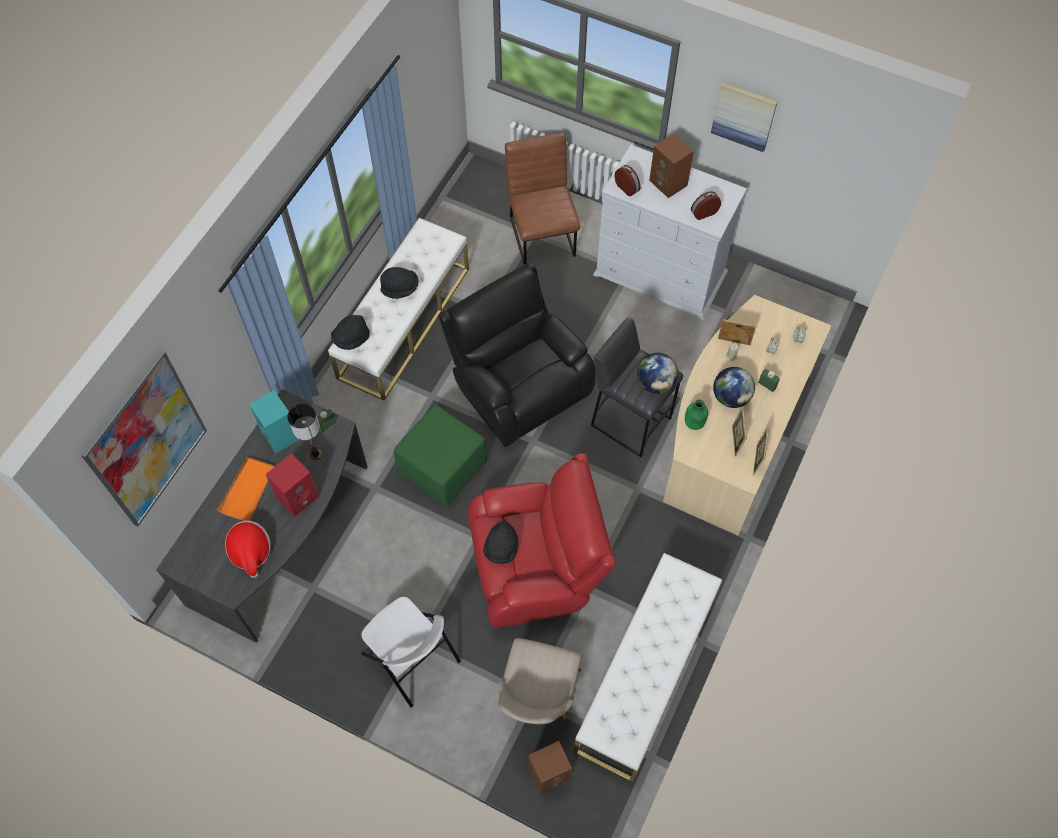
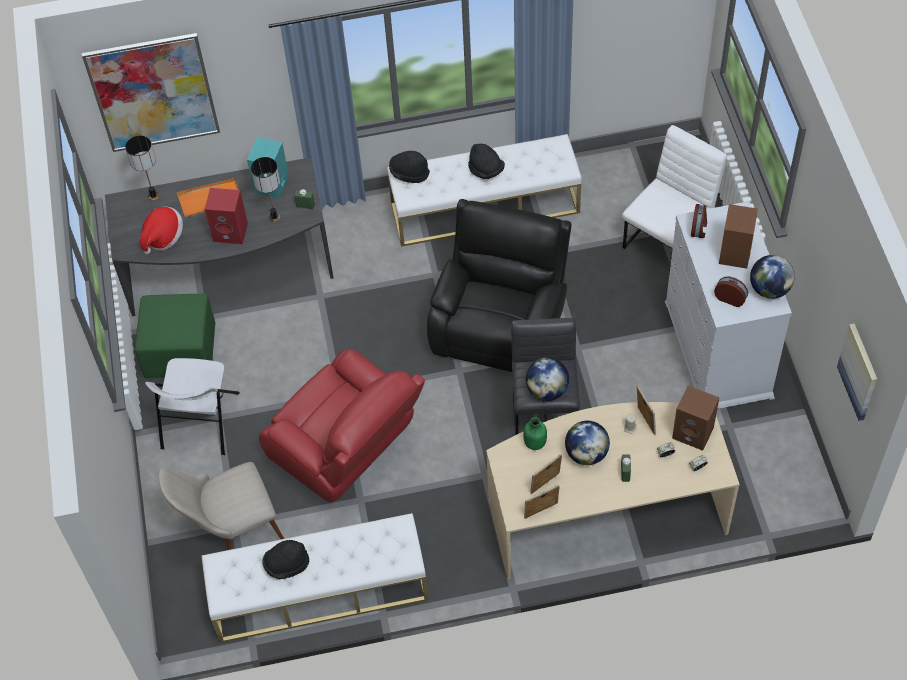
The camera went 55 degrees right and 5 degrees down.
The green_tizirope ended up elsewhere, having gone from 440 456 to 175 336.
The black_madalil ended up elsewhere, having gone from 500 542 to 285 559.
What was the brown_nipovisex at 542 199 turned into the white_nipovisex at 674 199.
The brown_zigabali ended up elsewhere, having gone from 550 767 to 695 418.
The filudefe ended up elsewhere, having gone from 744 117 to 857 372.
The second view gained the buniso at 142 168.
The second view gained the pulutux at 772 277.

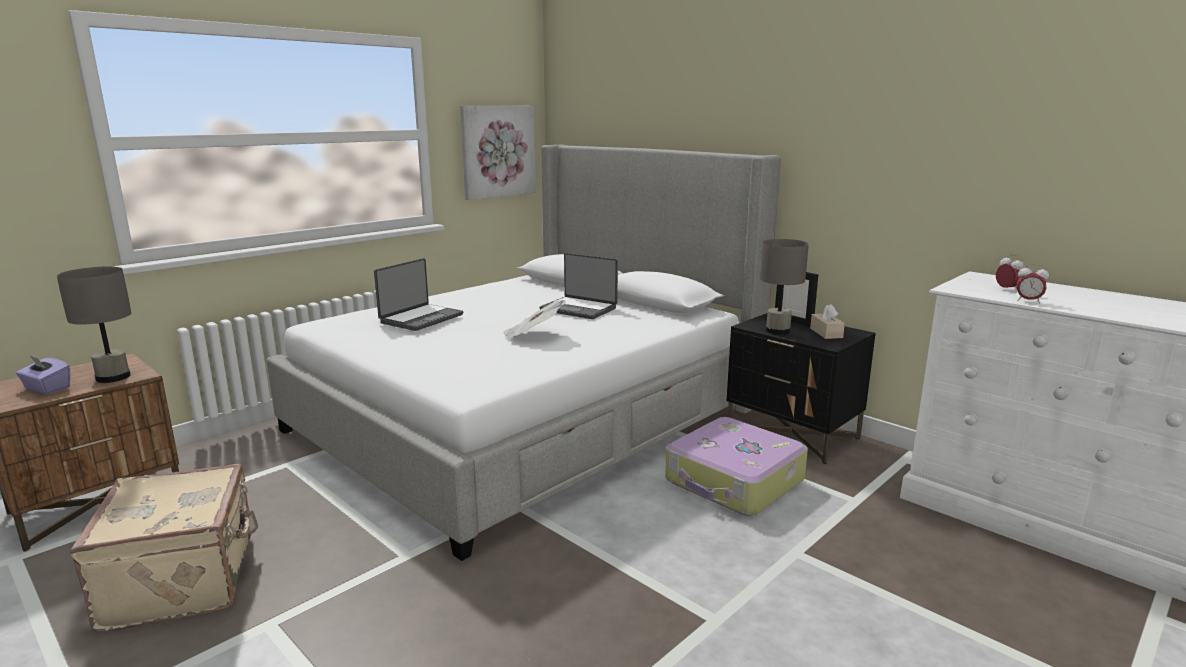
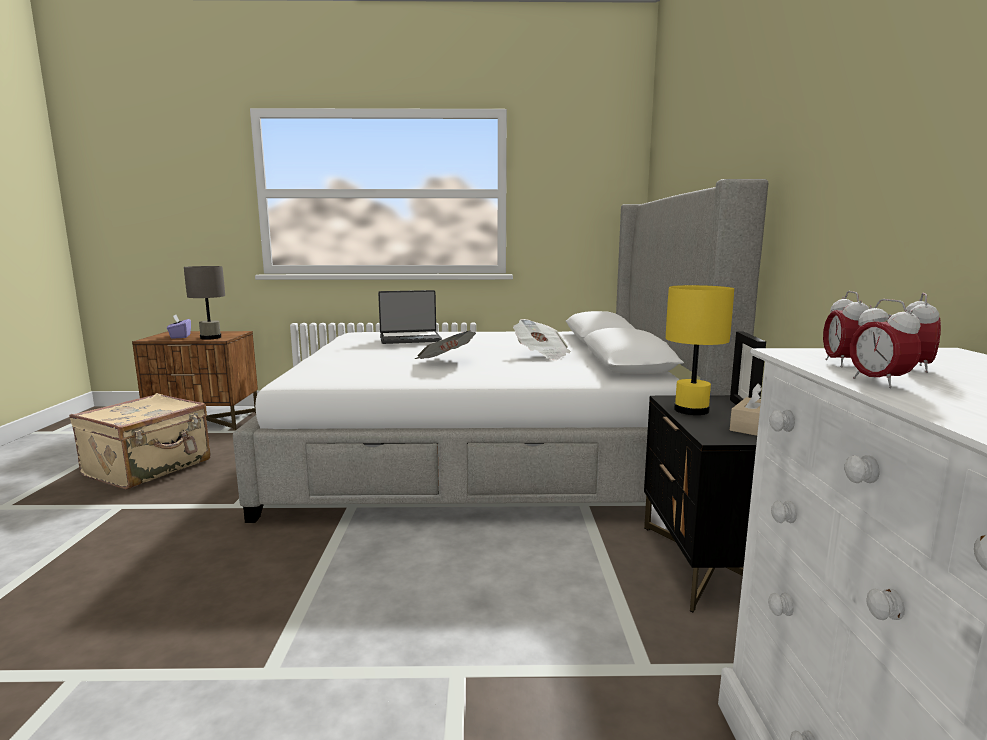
The camera went 45 degrees right and 5 degrees down.
The second view lost the filudefe at 498 153.
Where the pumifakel stood at 579 286, the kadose came to stand at 542 339.
The second view lost the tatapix at 736 466.
What was the grey_buniso at 784 287 turned into the yellow_buniso at 700 350.
The second view gained the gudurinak at 846 329.

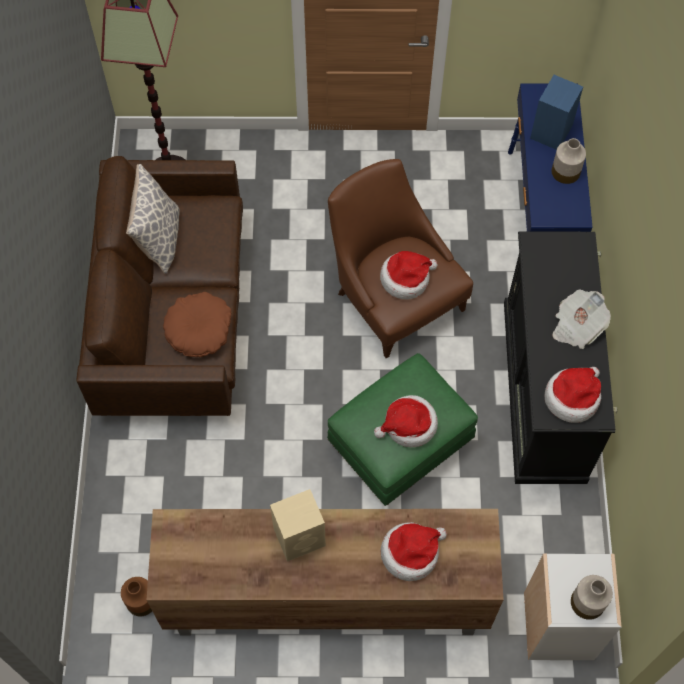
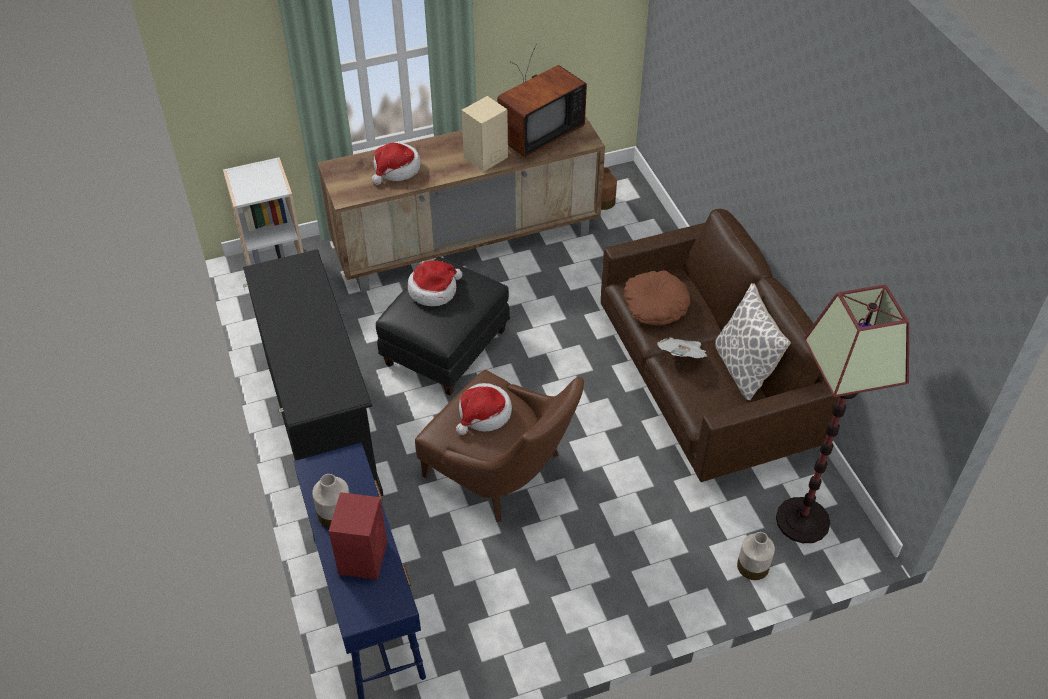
The camera went 160 degrees right and 15 degrees down.
What was the green_tizirope at 402 429 turned into the black_tizirope at 442 326.
What was the blue_zigabali at 556 112 turned into the red_zigabali at 358 536.
The second view lost the madalil at 573 395.
The kadose ended up elsewhere, having gone from 581 319 to 682 348.
The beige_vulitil ended up elsewhere, having gone from 592 597 to 756 556.
The second view gained the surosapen at 542 101.

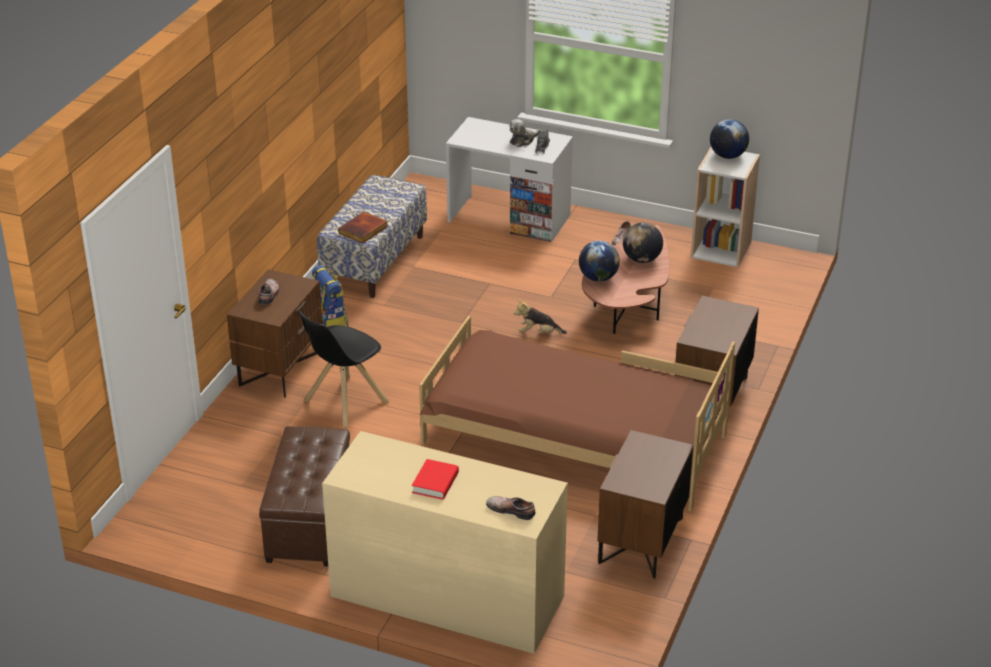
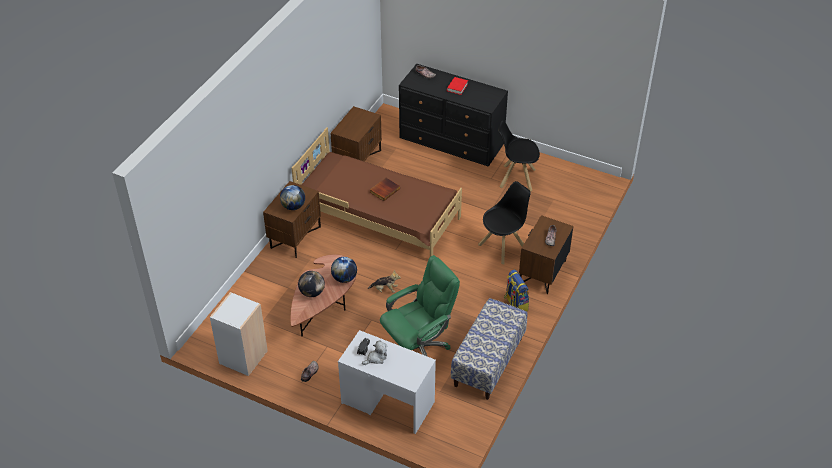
The camera went 175 degrees left and 10 degrees up.
Where the brown_tizirope stood at 304 496, the black_nipovisex came to stand at 519 156.
What was the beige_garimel at 445 542 turned into the black_garimel at 453 115.
The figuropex ended up elsewhere, having gone from 363 227 to 385 189.
The pulutux ended up elsewhere, having gone from 729 139 to 292 197.
The second view gained the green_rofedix at 420 306.

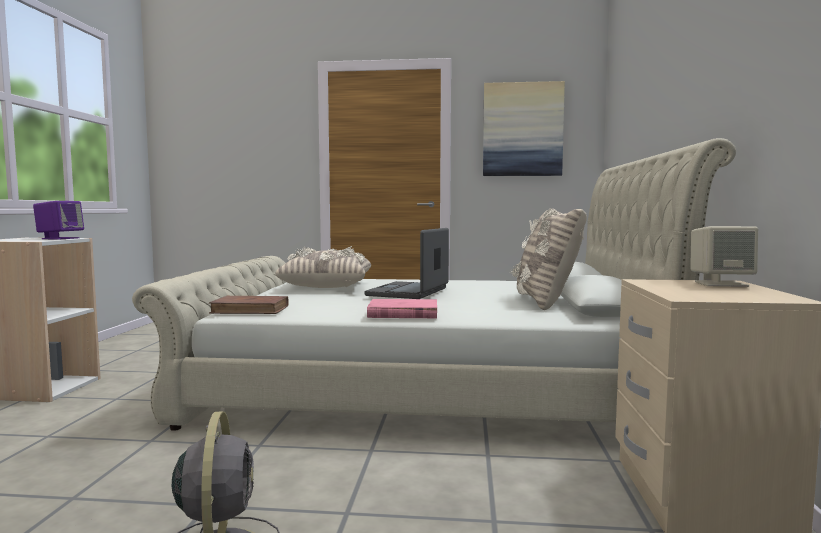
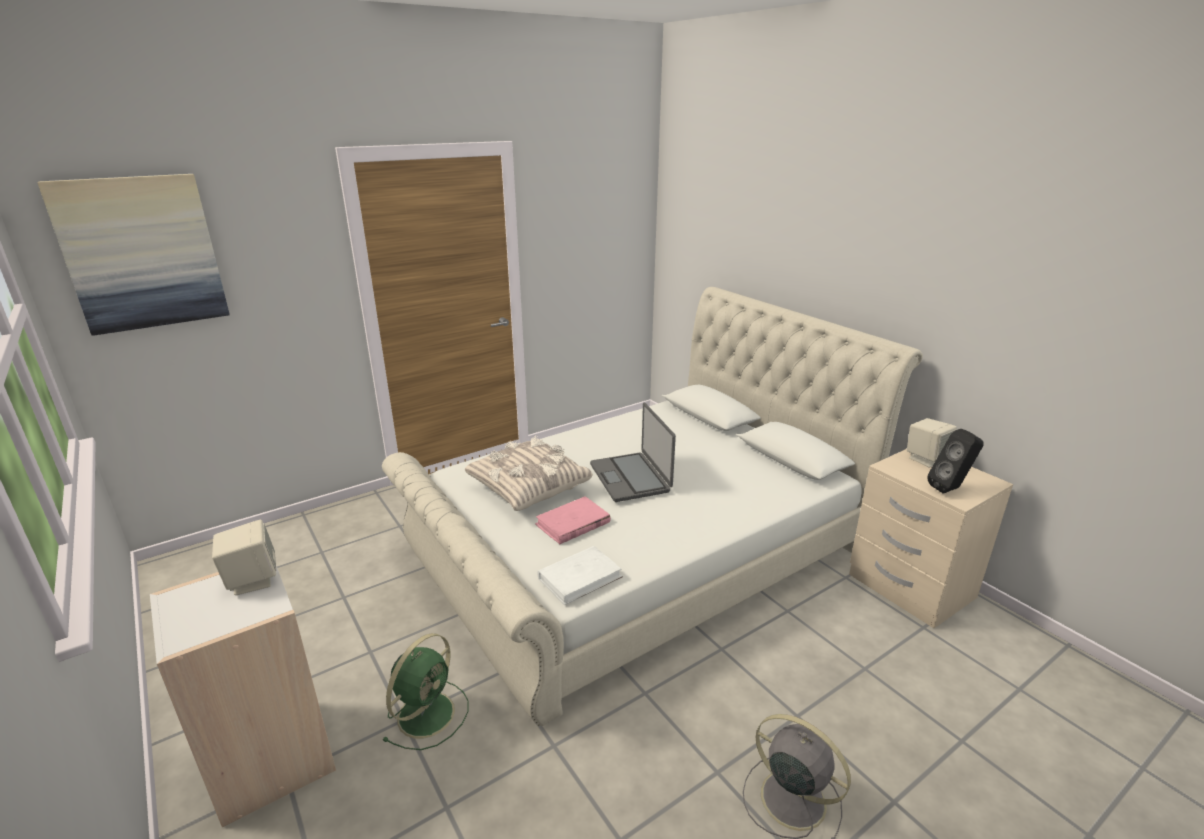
The camera went 40 degrees left and 20 degrees up.
What was the purple_zigabali at 58 220 turned into the beige_zigabali at 244 557.
What was the brown_figuropex at 248 305 turned into the white_figuropex at 580 575.
The pink_figuropex ended up elsewhere, having gone from 402 308 to 573 520.
The filudefe ended up elsewhere, having gone from 524 128 to 134 255.
The second view lost the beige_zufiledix at 548 259.
The second view gained the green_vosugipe at 425 691.
The second view gained the black_zigabali at 955 461.

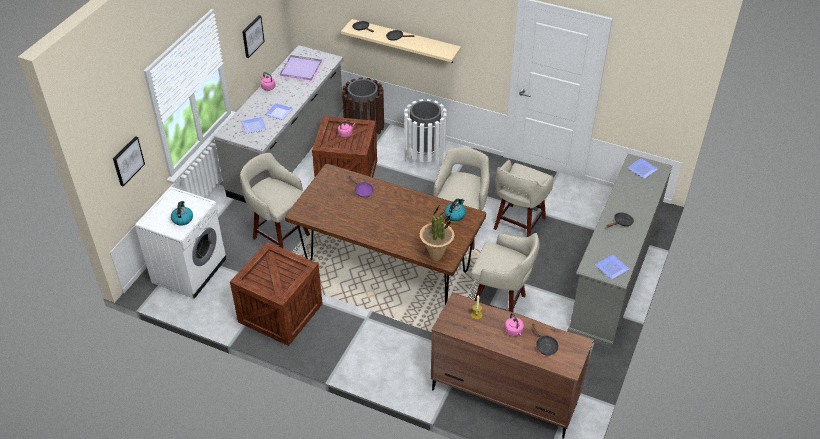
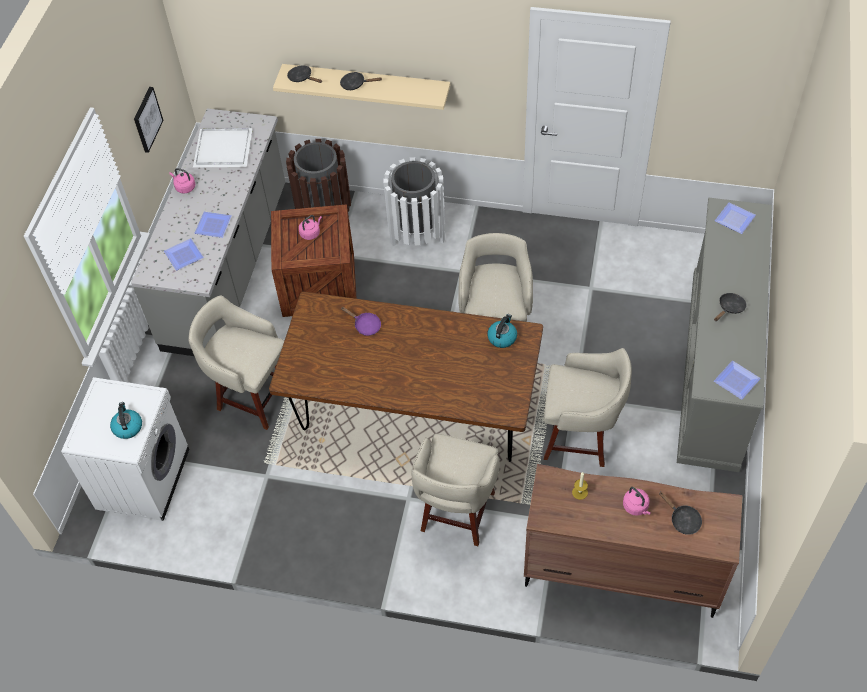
The camera went 10 degrees left and 10 degrees up.
The second view lost the filudefe at 129 161.
The second view lost the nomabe at 276 294.
What was the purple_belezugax at 300 68 turned into the white_belezugax at 223 148.
The second view lost the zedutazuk at 437 234.
The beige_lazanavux ended up elsewhere, having gone from 524 198 to 455 489.

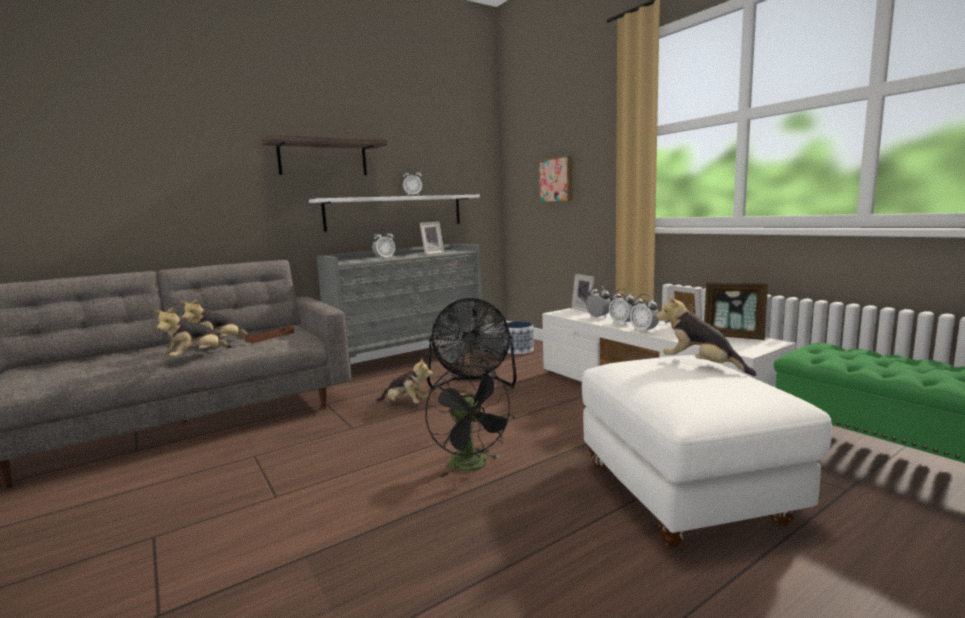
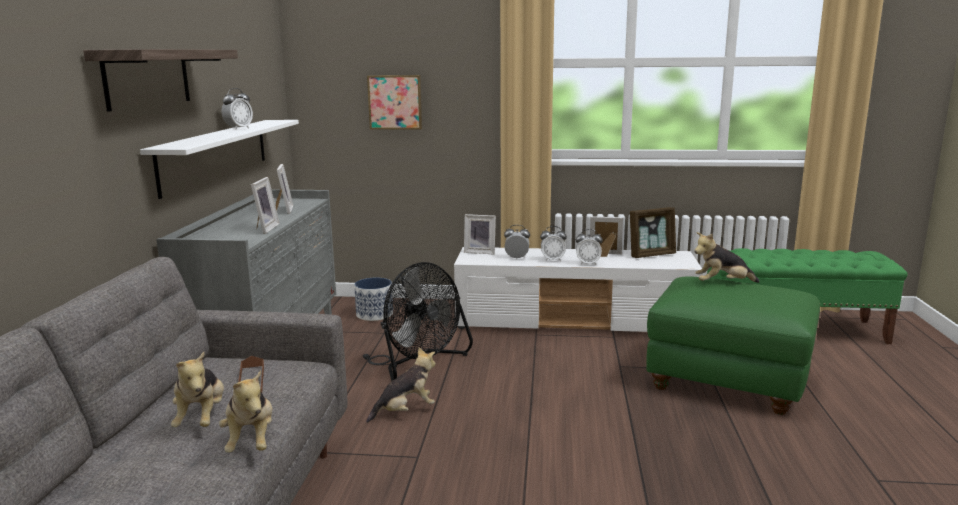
The camera went 50 degrees left and 5 degrees up.
Where the gudurinak stood at 383 244, the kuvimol came to stand at 265 205.
The second view lost the black_vosugipe at 470 420.
What was the white_tizirope at 707 451 turned into the green_tizirope at 733 345.

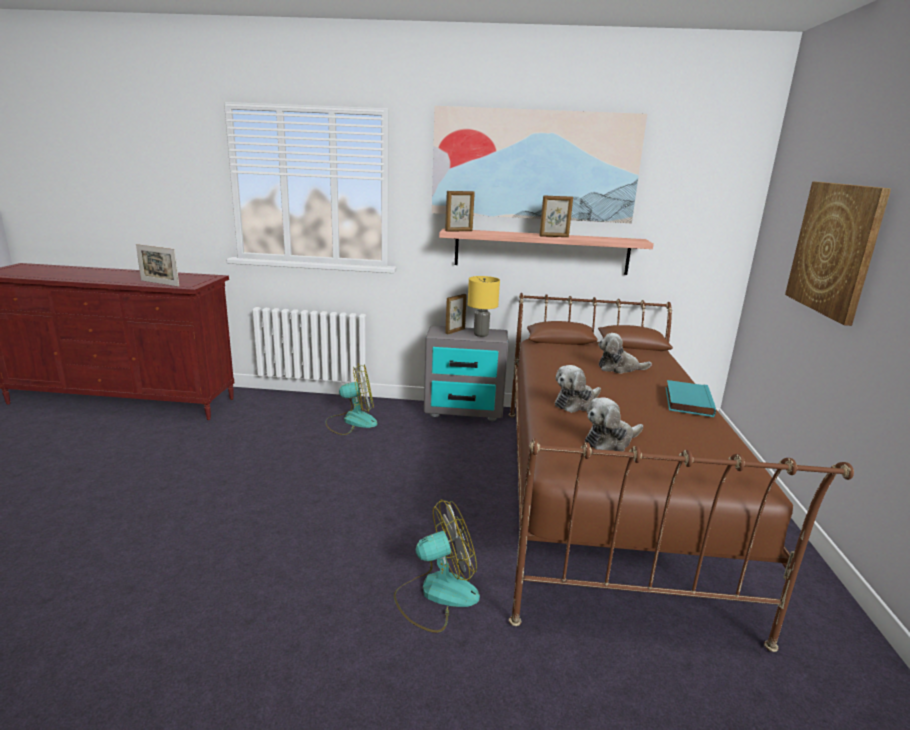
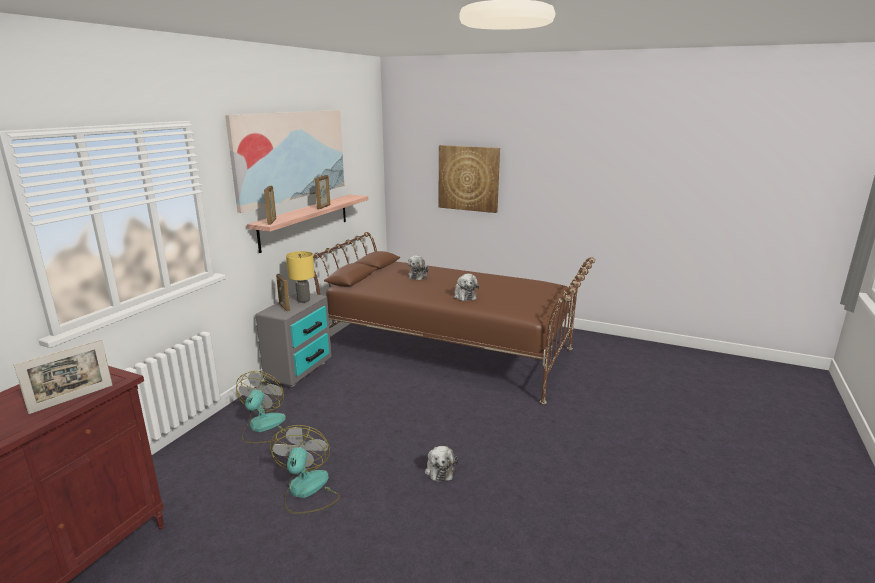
The camera went 70 degrees left and 0 degrees up.
The vosugipe ended up elsewhere, having gone from 437 566 to 305 469.
The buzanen ended up elsewhere, having gone from 614 424 to 441 464.
The second view lost the turquoise_figuropex at 691 398.

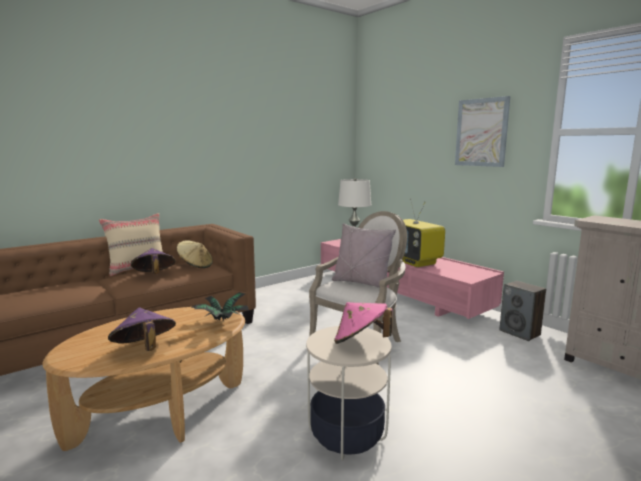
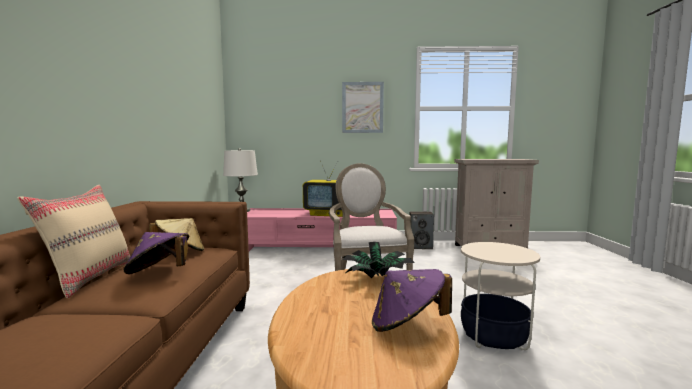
The camera went 50 degrees left and 5 degrees down.
The second view lost the purple_zufiledix at 364 255.
The second view lost the pink_madalil at 363 323.

